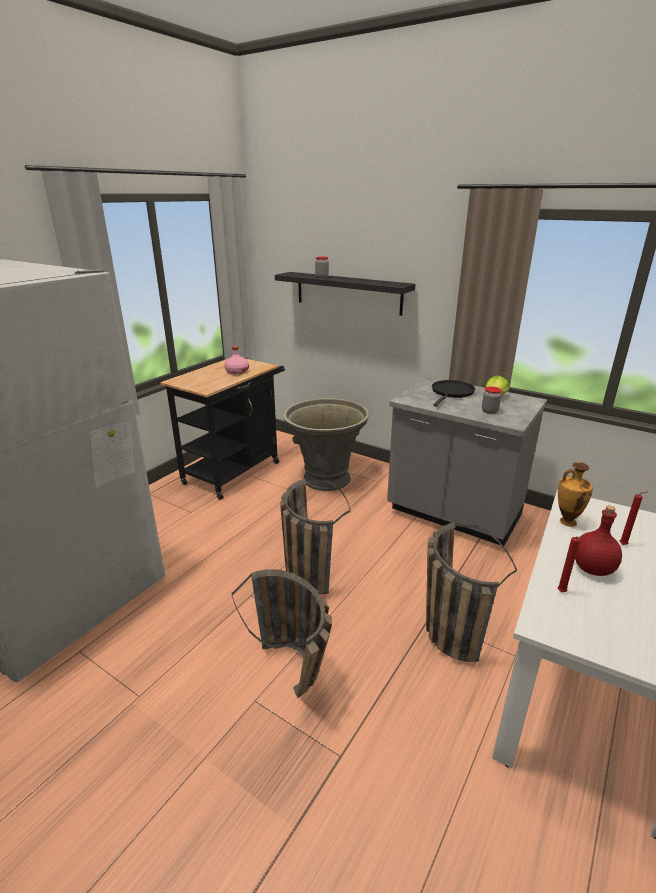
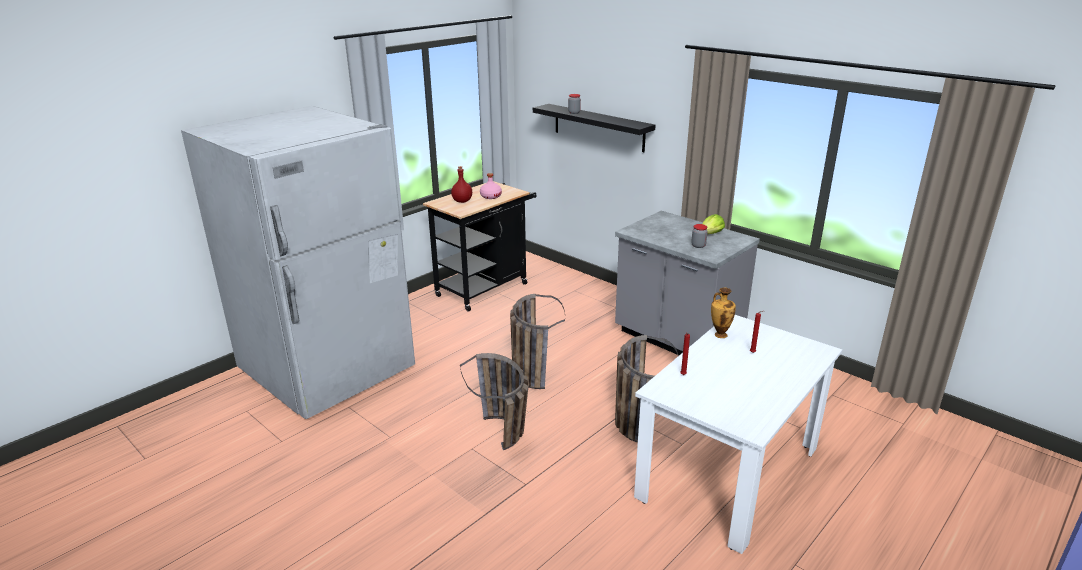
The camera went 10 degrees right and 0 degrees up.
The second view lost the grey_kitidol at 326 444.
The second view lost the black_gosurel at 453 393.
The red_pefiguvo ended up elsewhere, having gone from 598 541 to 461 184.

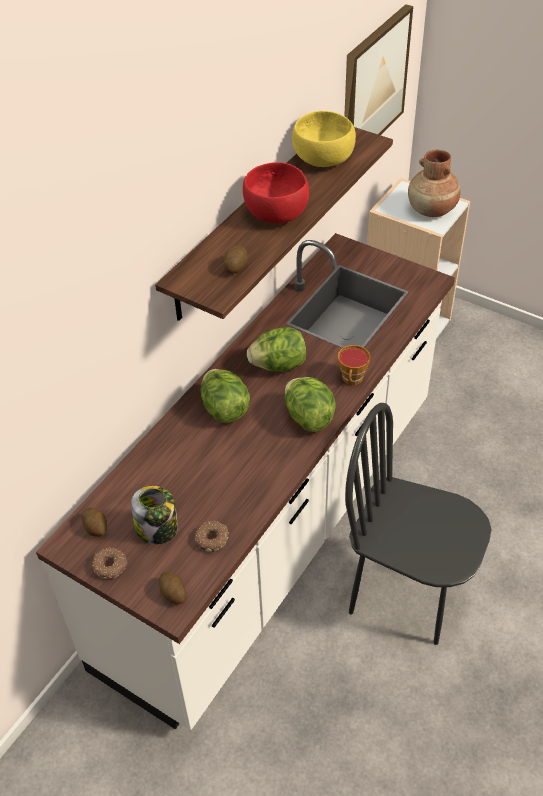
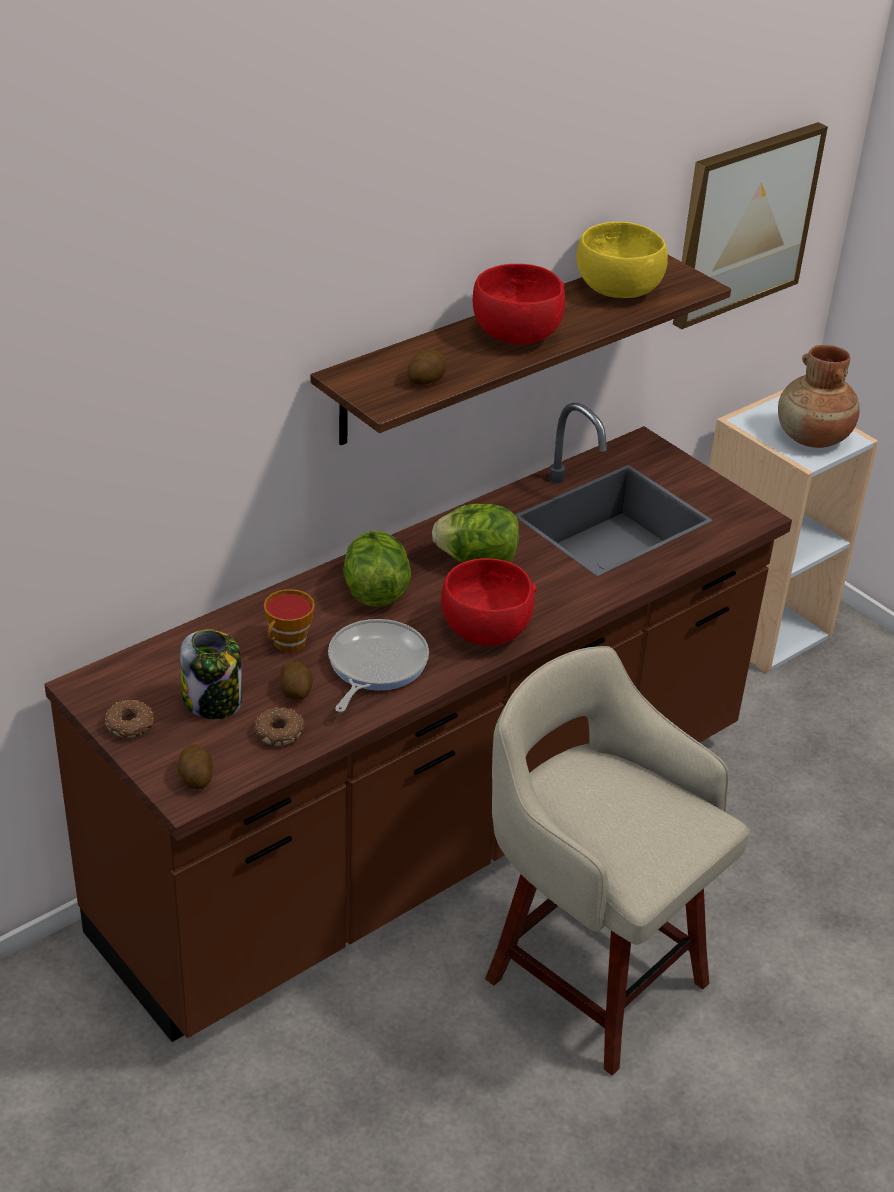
The camera went 15 degrees right and 10 degrees down.
What was the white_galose at 245 481 turned into the brown_galose at 418 722.
The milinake ended up elsewhere, having gone from 94 522 to 297 680.
Where the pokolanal stood at 310 404, the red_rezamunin came to stand at 489 602.
The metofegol ended up elsewhere, having gone from 354 365 to 289 620.
Where the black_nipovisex stood at 418 524, the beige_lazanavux came to stand at 617 860.
The second view gained the gosurel at 378 665.

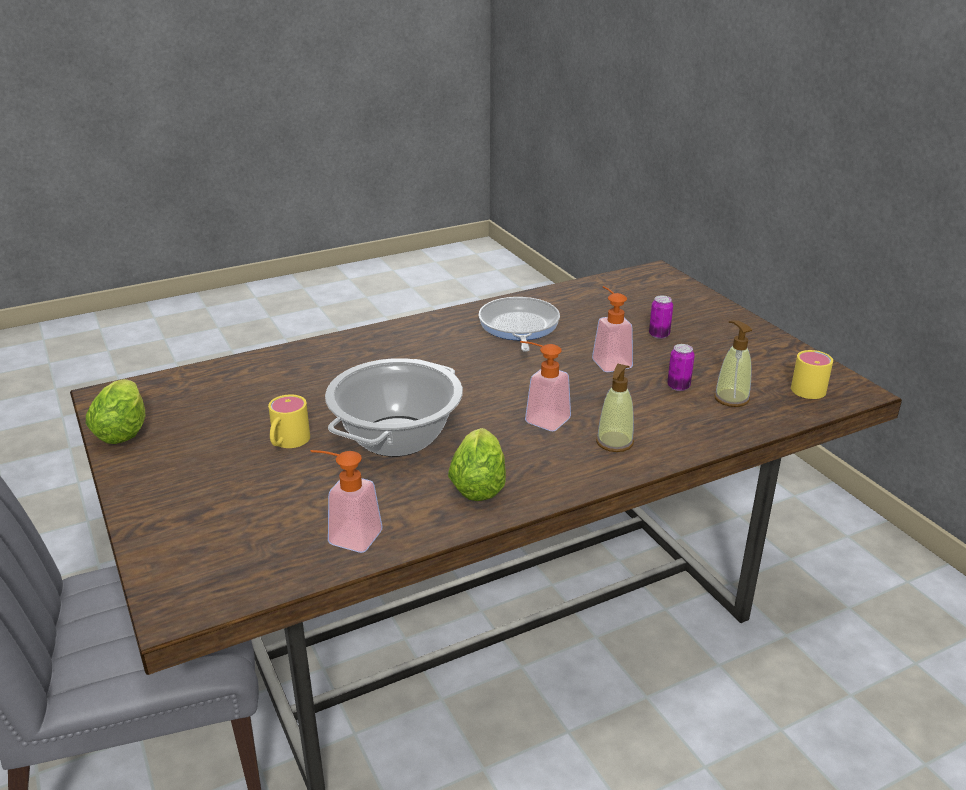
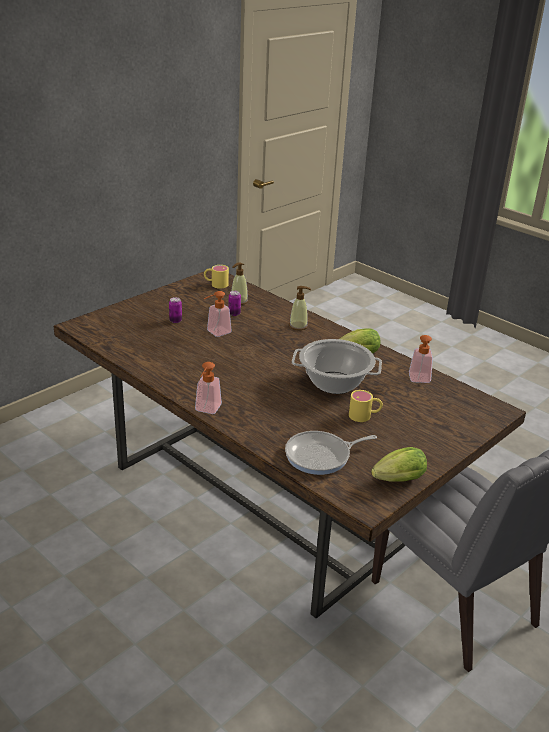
The camera went 110 degrees left and 0 degrees up.
The gosurel ended up elsewhere, having gone from 519 324 to 331 453.
The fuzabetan ended up elsewhere, having gone from 545 386 to 208 388.

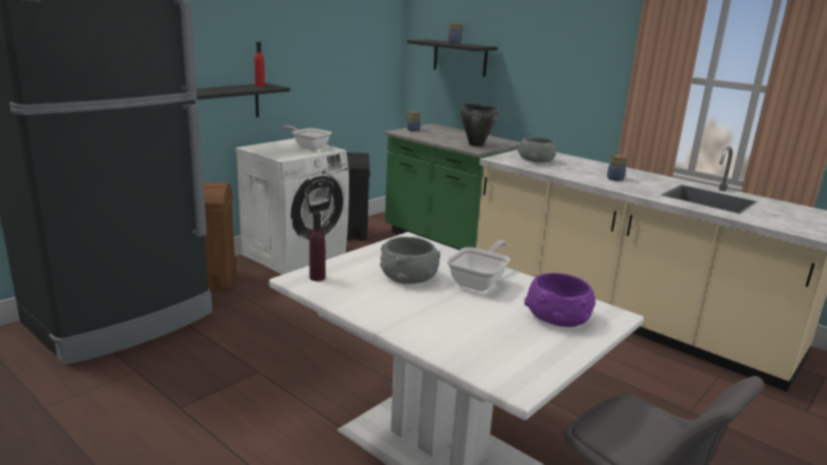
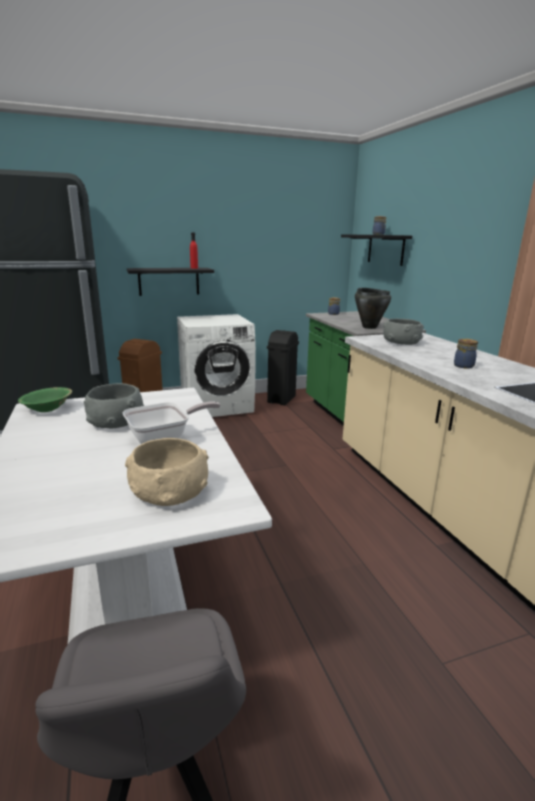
The camera went 30 degrees right and 0 degrees up.
The second view lost the gosurel at 307 138.
Where the purple_pefiguvo stood at 317 246, the green_rezamunin came to stand at 45 399.
What was the purple_rezamunin at 559 300 turned into the beige_rezamunin at 167 472.

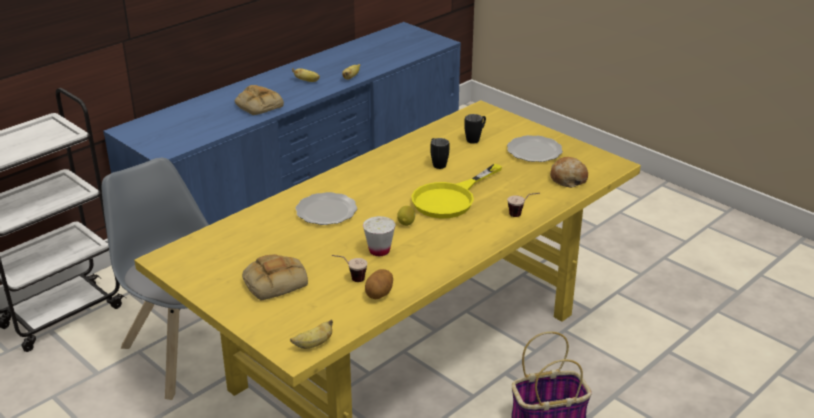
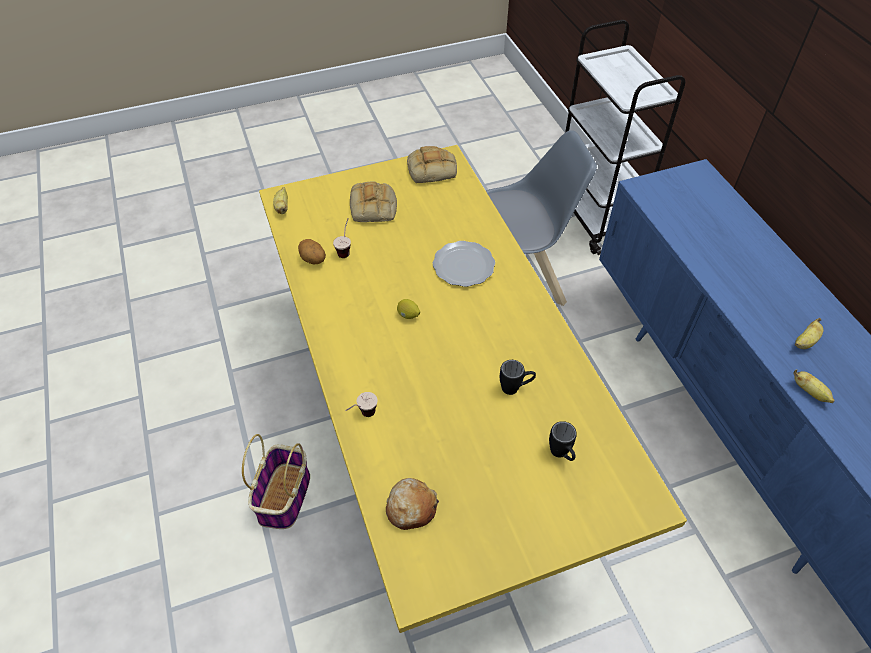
The camera went 115 degrees right and 20 degrees up.
The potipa ended up elsewhere, having gone from 259 100 to 432 164.
The second view lost the white_metofegol at 379 236.
The second view lost the yellow_gosurel at 457 191.
The second view lost the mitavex at 535 148.

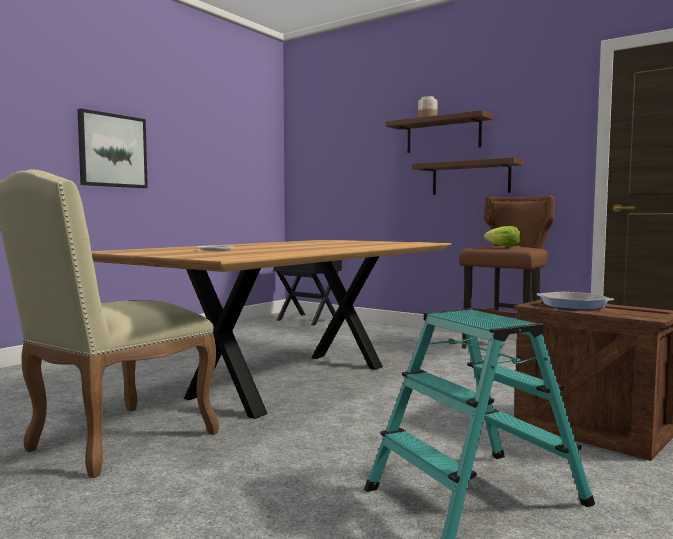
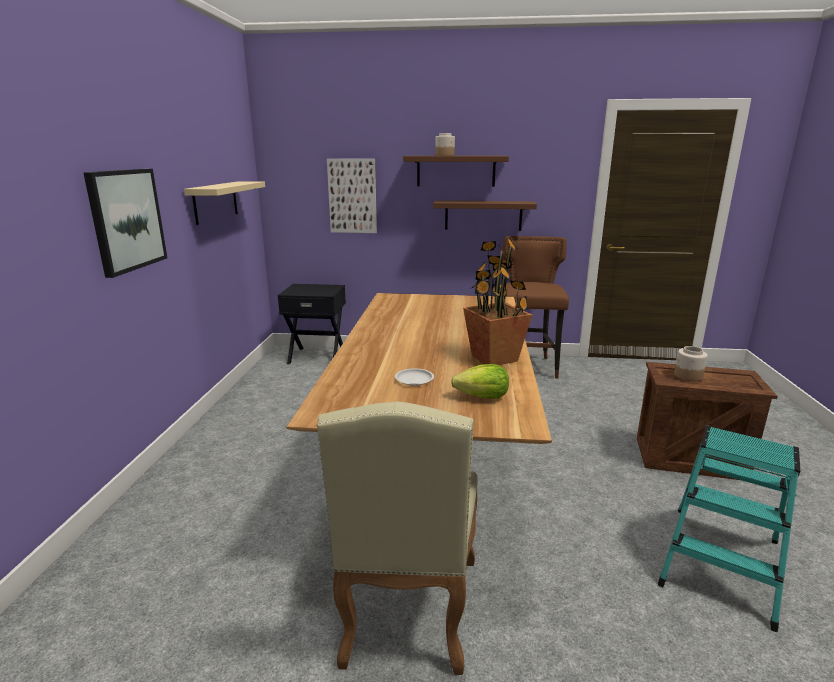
The camera went 30 degrees left and 15 degrees up.
The pokolanal ended up elsewhere, having gone from 502 236 to 480 381.
Where the gosurel stood at 575 301, the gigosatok came to stand at 691 363.
The second view gained the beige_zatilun at 224 203.
The second view gained the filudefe at 352 196.
The second view gained the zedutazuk at 497 301.

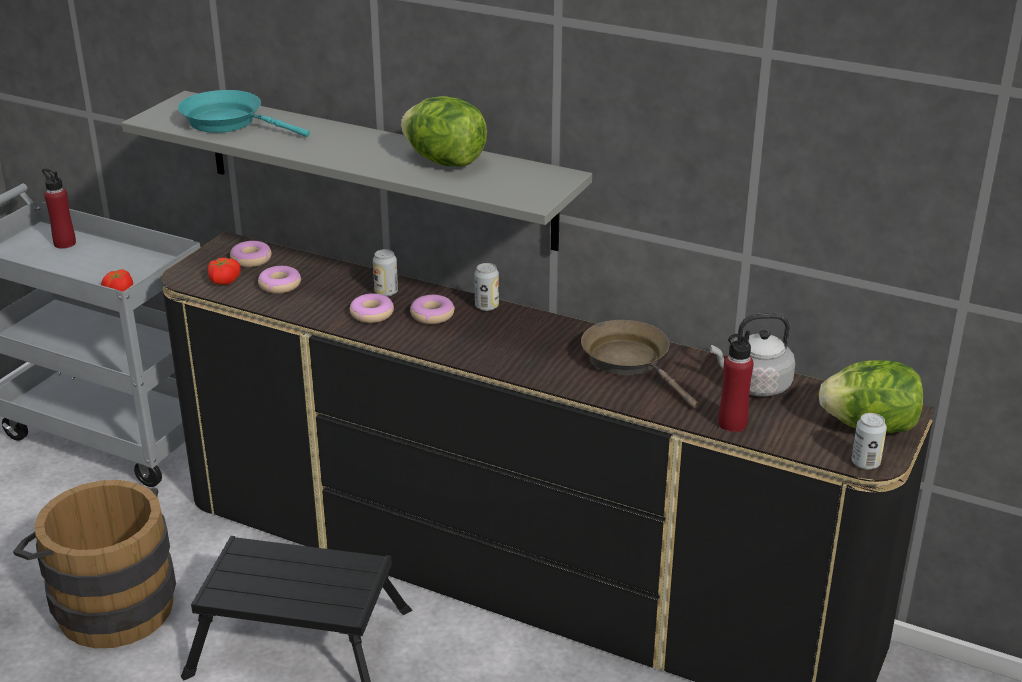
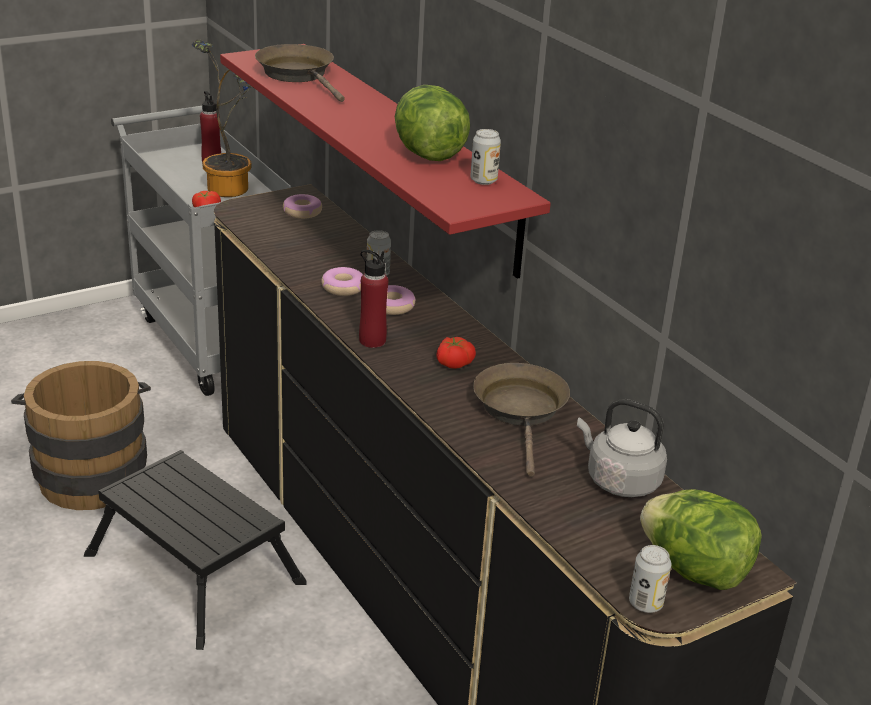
The camera went 30 degrees right and 0 degrees up.
What was the grey_zatilun at 357 171 turned into the red_zatilun at 385 161.
What was the turquoise_gosurel at 244 113 turned into the brown_gosurel at 300 73.
The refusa ended up elsewhere, having gone from 224 271 to 456 353.
The second view lost the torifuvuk at 279 280.
The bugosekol ended up elsewhere, having gone from 486 287 to 485 157.
The red_pefiguvo ended up elsewhere, having gone from 736 381 to 373 299.
The second view gained the zedutazuk at 222 118.

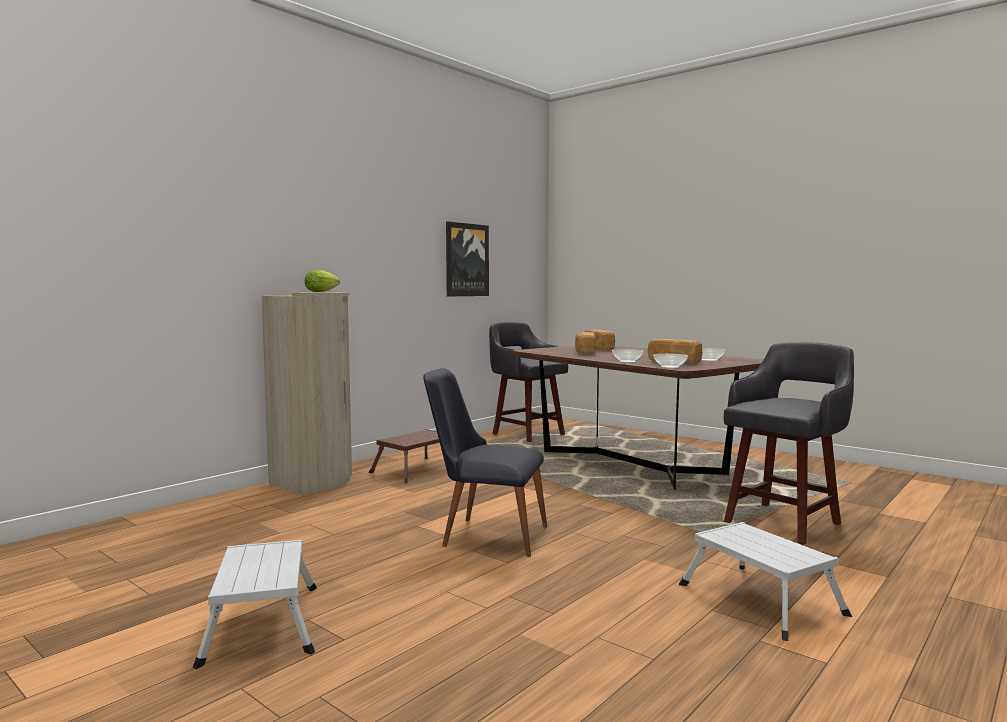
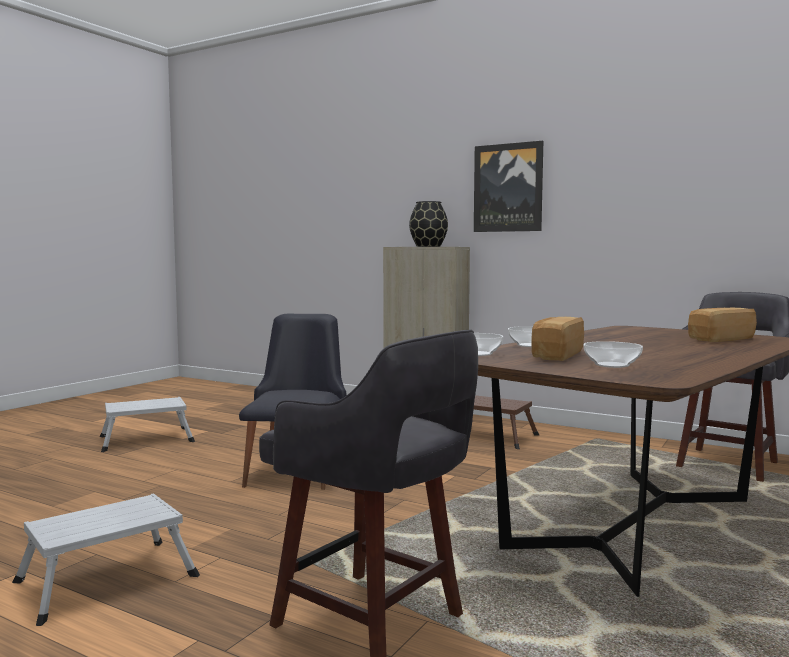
The camera went 80 degrees right and 0 degrees up.
Where the pokolanal stood at 322 281, the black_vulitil came to stand at 428 224.
The filudefe ended up elsewhere, having gone from 467 258 to 508 186.
The second view lost the potipa at 585 343.

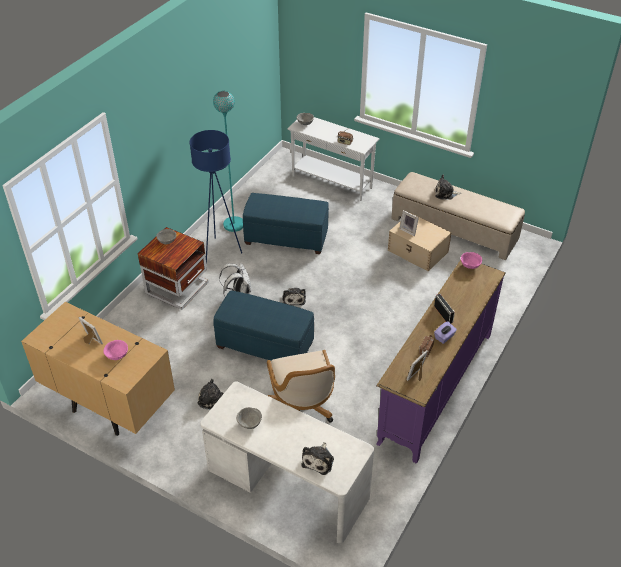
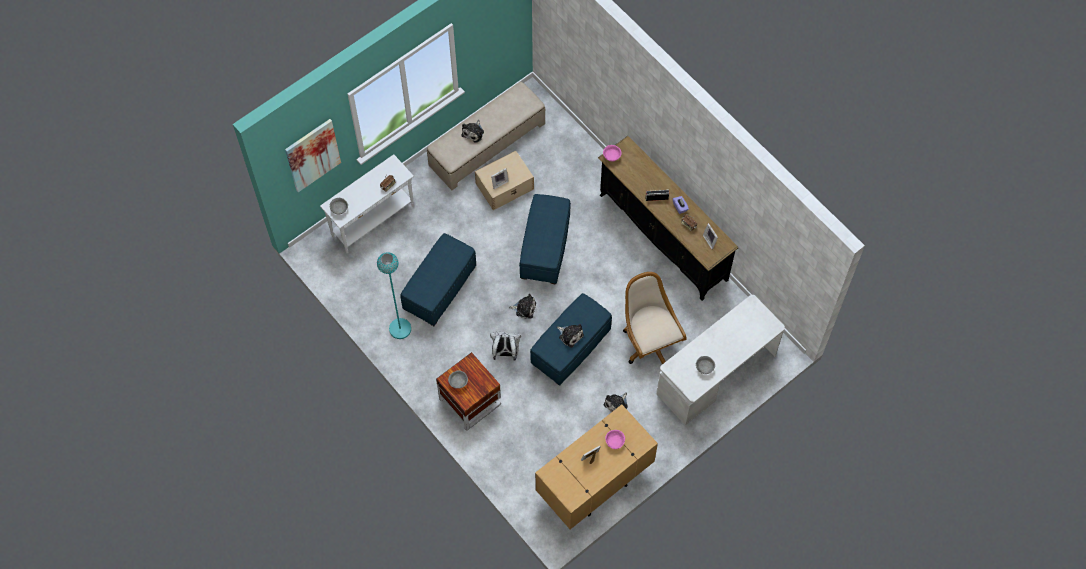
The camera went 70 degrees left and 20 degrees up.
The second view lost the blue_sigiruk at 216 197.
The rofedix at 301 386 ended up facing another way, 120 degrees counterclockwise from before.
The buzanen ended up elsewhere, having gone from 317 458 to 570 336.
What was the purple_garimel at 441 362 turned into the black_garimel at 668 218.
The second view gained the filudefe at 313 155.
The second view gained the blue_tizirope at 545 239.

